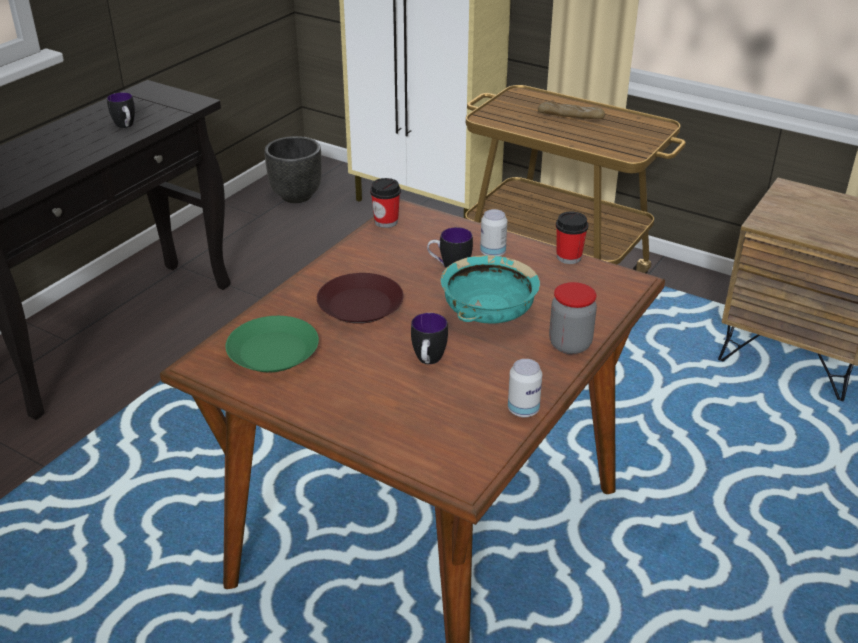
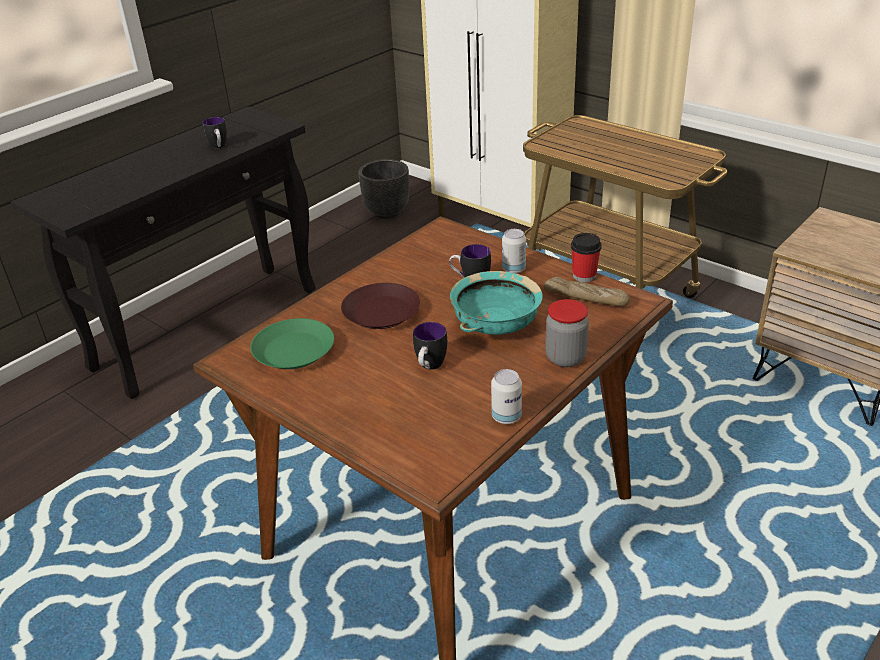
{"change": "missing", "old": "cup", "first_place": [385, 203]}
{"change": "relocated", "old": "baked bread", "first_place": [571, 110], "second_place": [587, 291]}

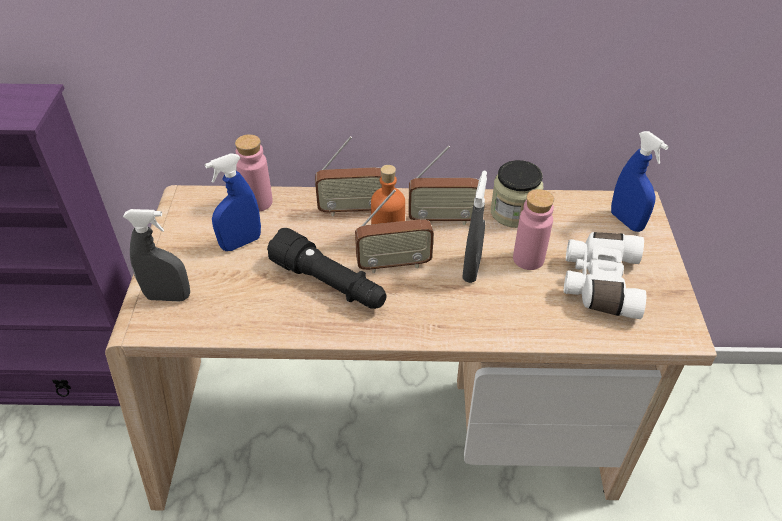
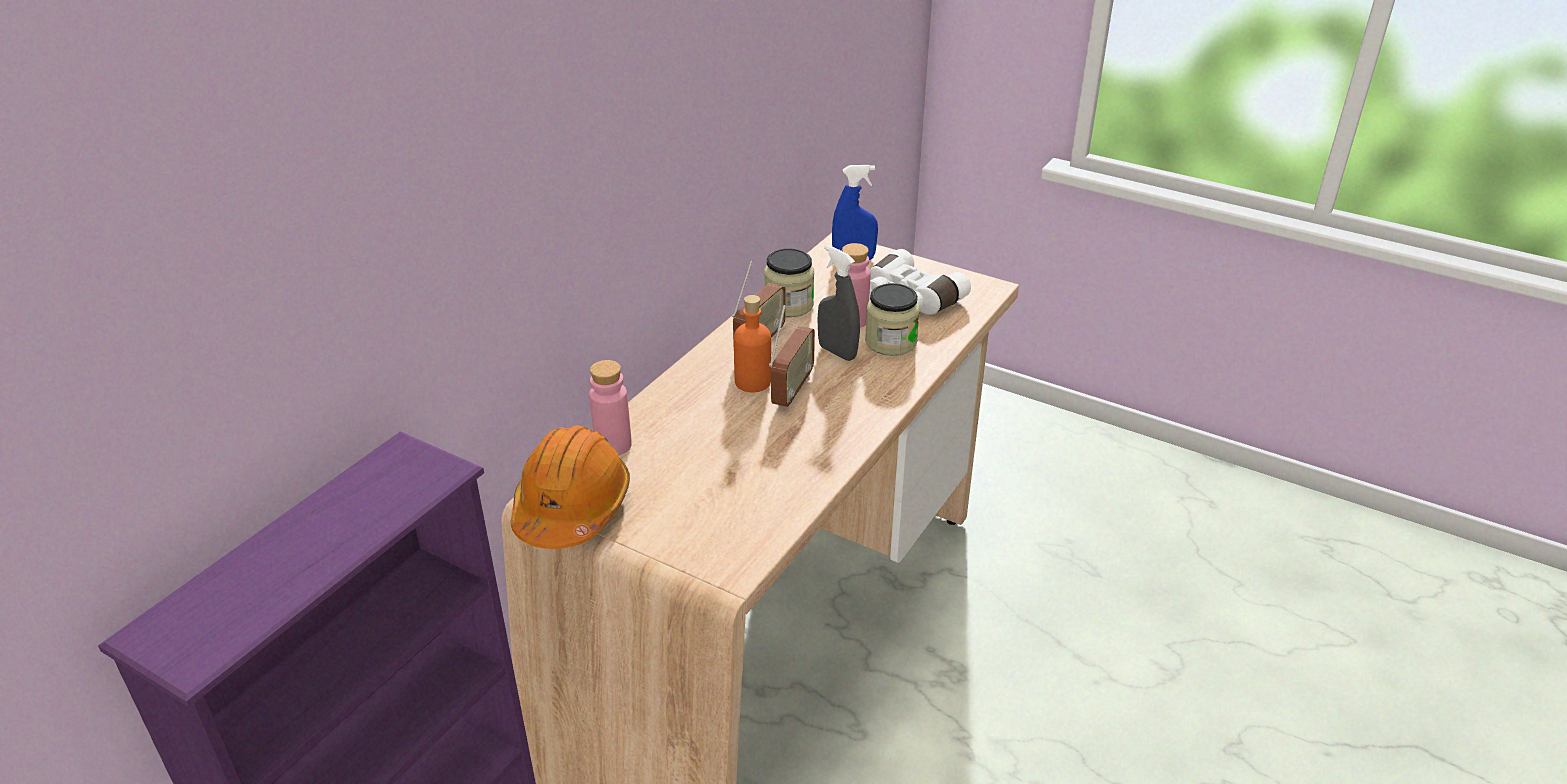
{"change": "missing", "old": "spray bottle/greyish", "first_place": [156, 255]}
{"change": "missing", "old": "spray bottle/blue", "first_place": [233, 202]}
{"change": "missing", "old": "hand torch/black-coloured", "first_place": [327, 268]}
{"change": "missing", "old": "radio set", "first_place": [348, 176]}
{"change": "appeared", "new": "safety helmet/orange-coloured", "second_place": [570, 487]}
{"change": "appeared", "new": "jar", "second_place": [892, 319]}

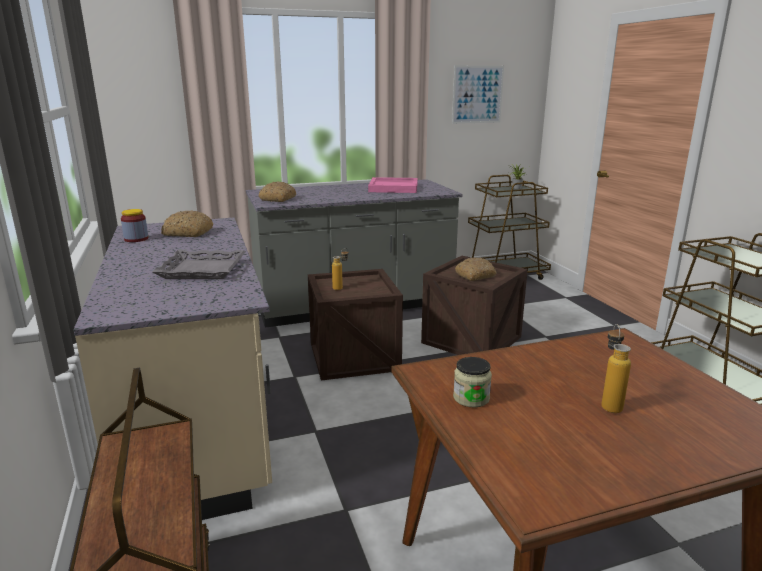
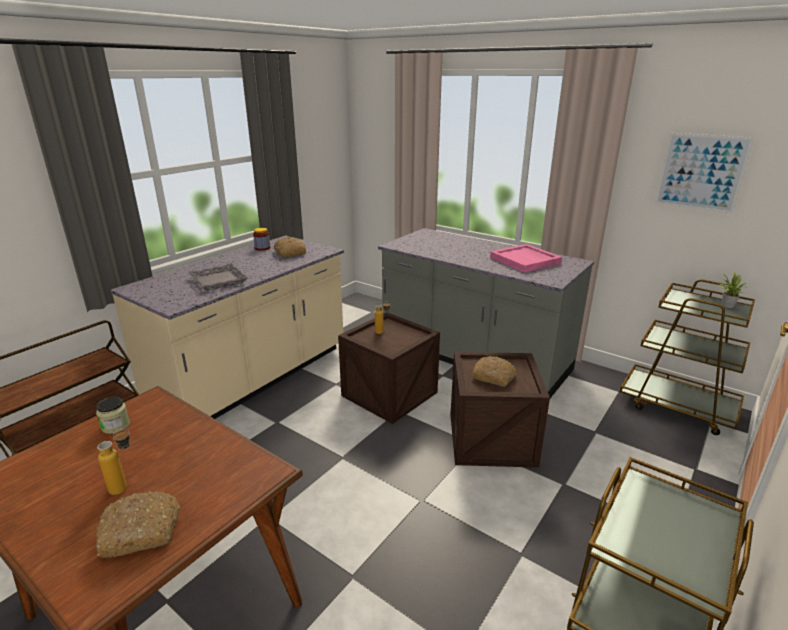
{"change": "relocated", "old": "baked bread", "first_place": [277, 191], "second_place": [138, 524]}

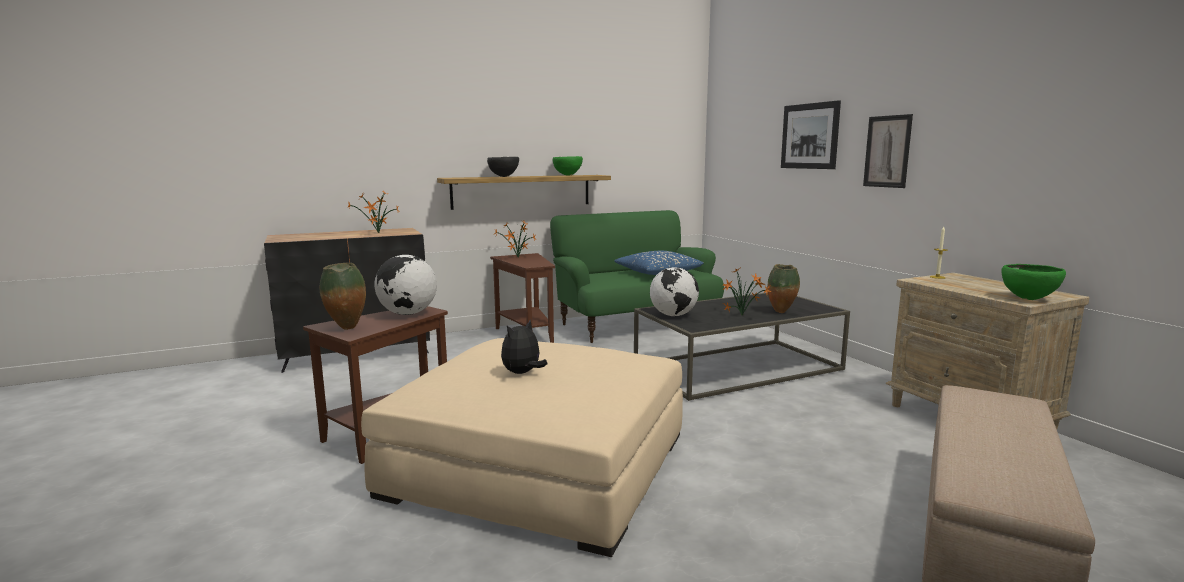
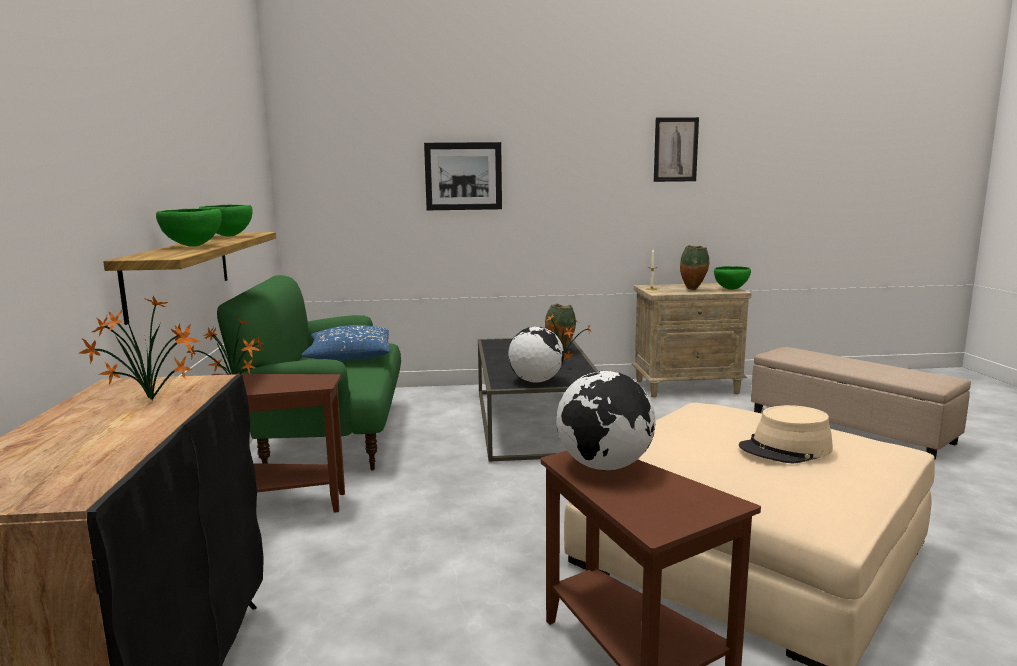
{"change": "relocated", "old": "vase", "first_place": [342, 296], "second_place": [694, 267]}
{"change": "colour", "old": "serving bowl/black-coloured", "new": "serving bowl/green-coloured", "first_place": [503, 167], "second_place": [189, 228]}
{"change": "exchanged", "old": "soft toy", "new": "clothing hat/sand-coloured", "first_place": [524, 347], "second_place": [786, 434]}
{"change": "relocated", "old": "picture", "first_place": [888, 151], "second_place": [676, 149]}

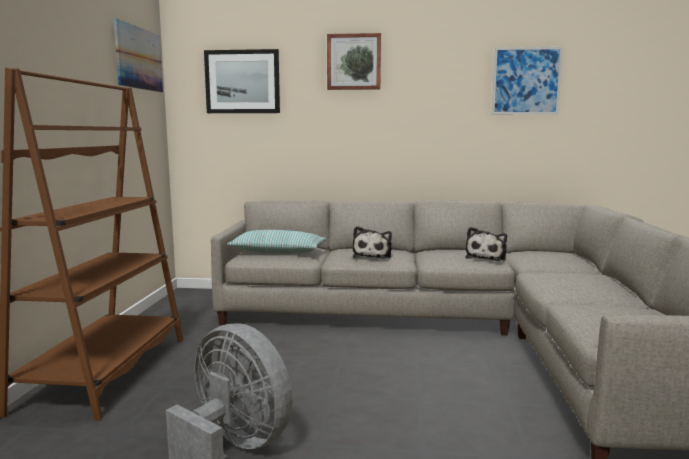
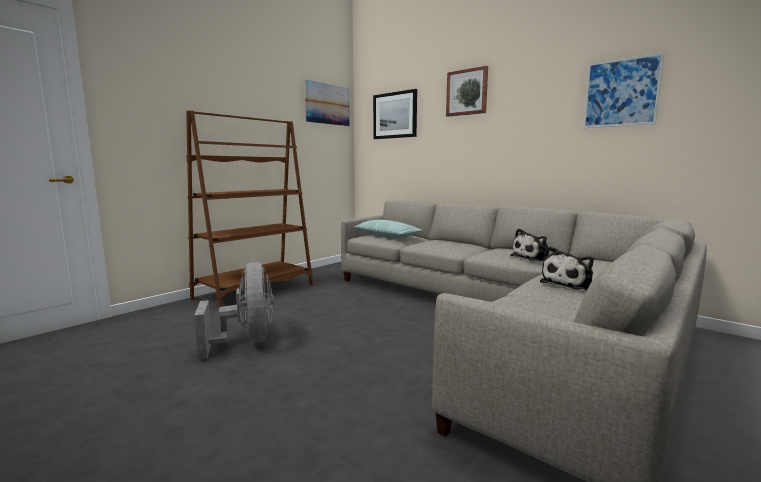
{"change": "relocated", "old": "soft toy", "first_place": [372, 242], "second_place": [567, 268]}

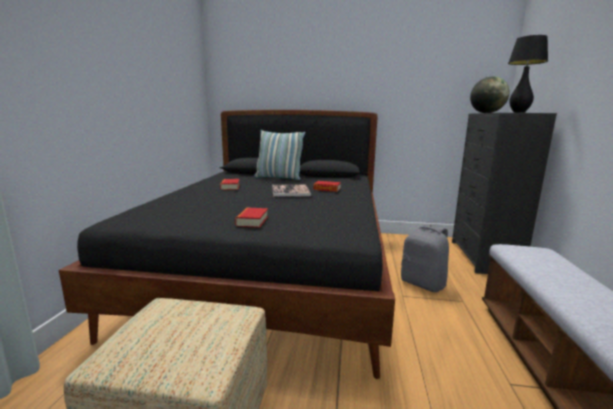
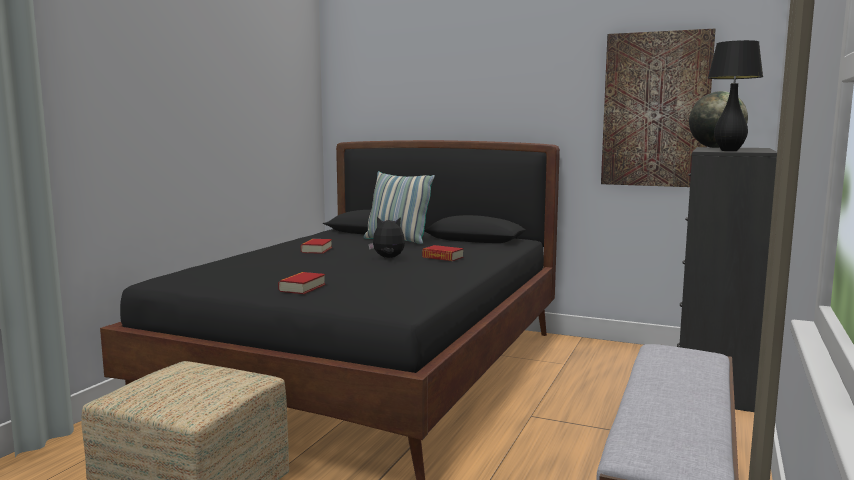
{"change": "exchanged", "old": "bound book", "new": "soft toy", "first_place": [292, 190], "second_place": [386, 237]}
{"change": "missing", "old": "rucksack/greyish", "first_place": [425, 258]}
{"change": "appeared", "new": "picture", "second_place": [658, 107]}

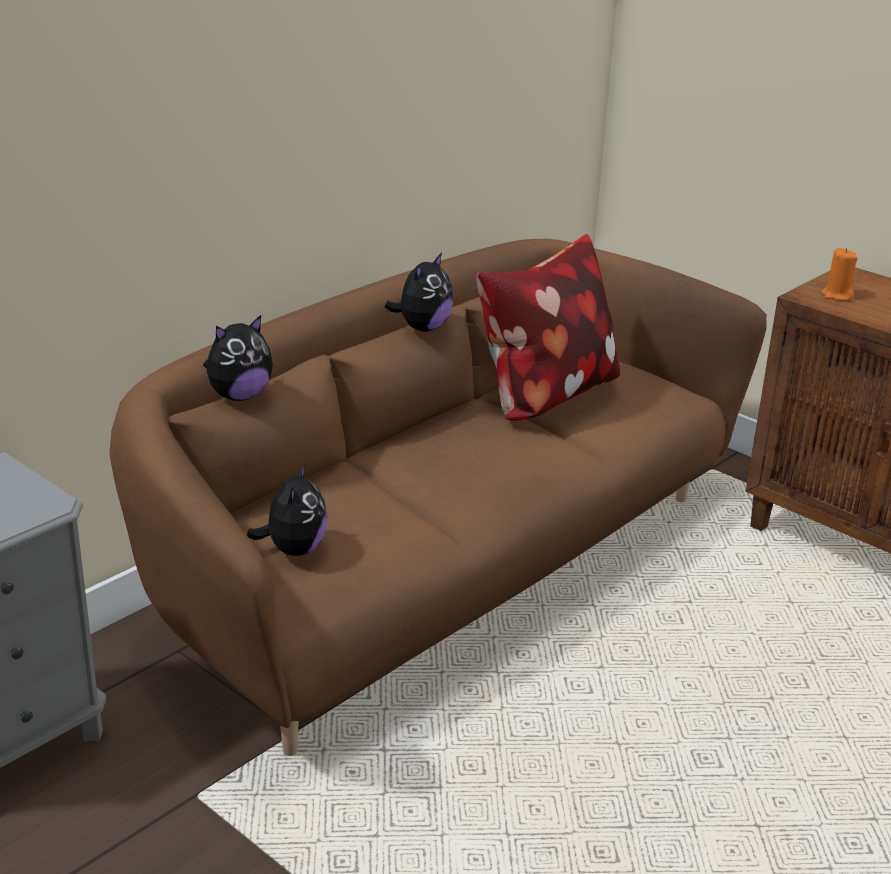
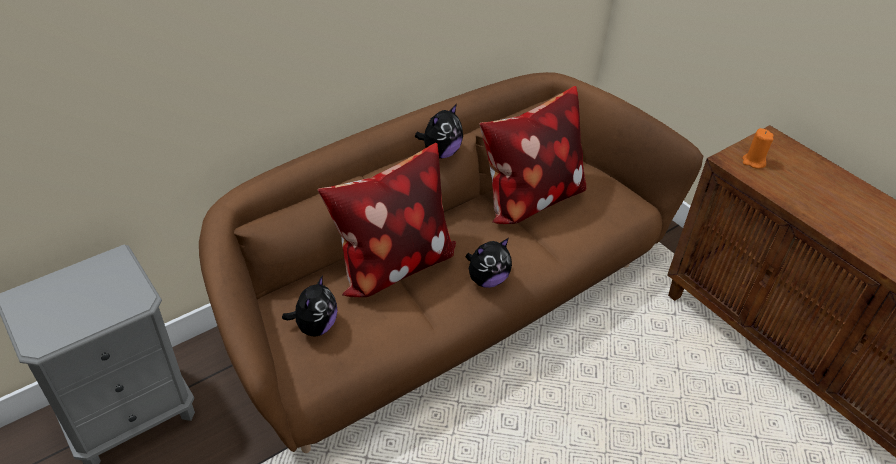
{"change": "relocated", "old": "soft toy", "first_place": [238, 358], "second_place": [489, 263]}
{"change": "appeared", "new": "cushion", "second_place": [387, 220]}

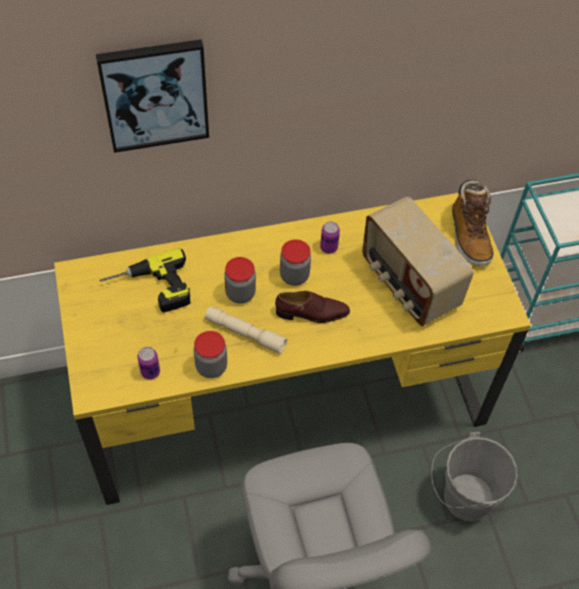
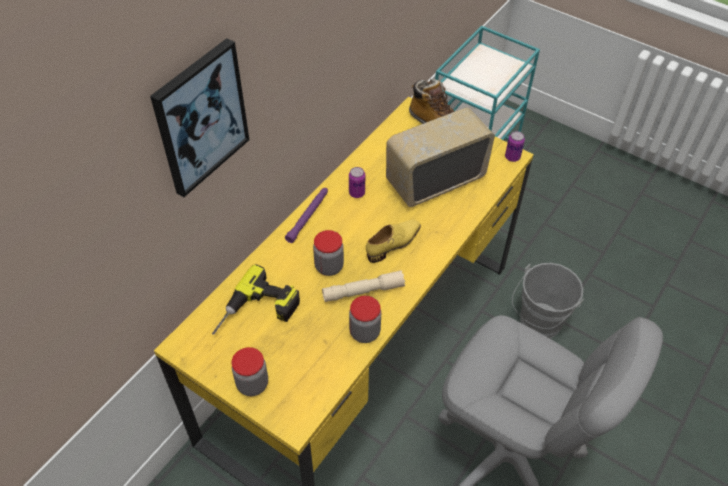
{"change": "relocated", "old": "sealed can", "first_place": [148, 363], "second_place": [515, 146]}
{"change": "colour", "old": "item of footwear/brownish", "new": "item of footwear/yellow", "first_place": [312, 307], "second_place": [393, 241]}
{"change": "relocated", "old": "jar", "first_place": [295, 262], "second_place": [250, 371]}
{"change": "spun", "old": "radio set", "first_place": [417, 261], "second_place": [440, 157], "degrees": 135}
{"change": "appeared", "new": "hand torch/purple", "second_place": [306, 215]}

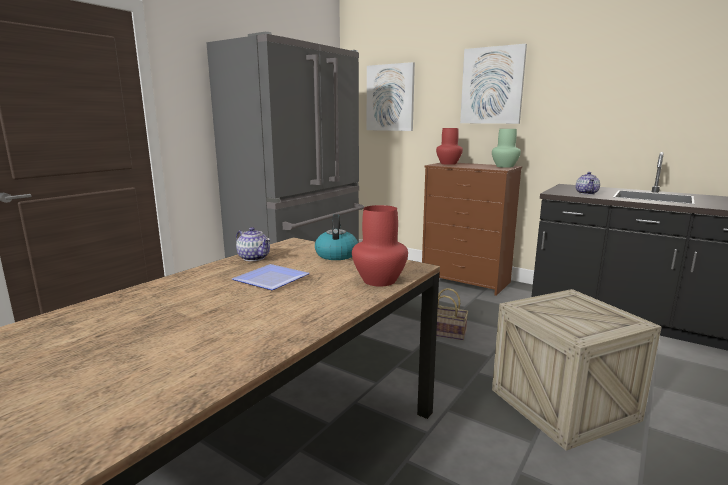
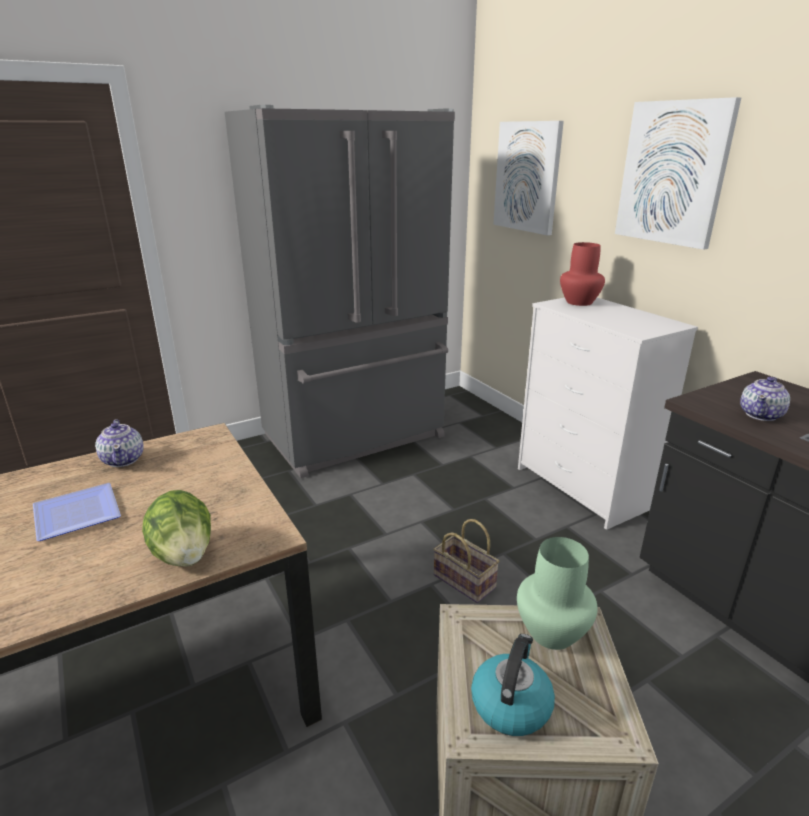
{"change": "relocated", "old": "kettle", "first_place": [336, 237], "second_place": [513, 685]}
{"change": "exchanged", "old": "vase/red-coloured", "new": "head of lettuce", "first_place": [380, 246], "second_place": [176, 528]}
{"change": "colour", "old": "chest of drawers/brownish", "new": "chest of drawers/white", "first_place": [472, 229], "second_place": [608, 414]}
{"change": "relocated", "old": "vase/green-coloured", "first_place": [506, 148], "second_place": [557, 593]}

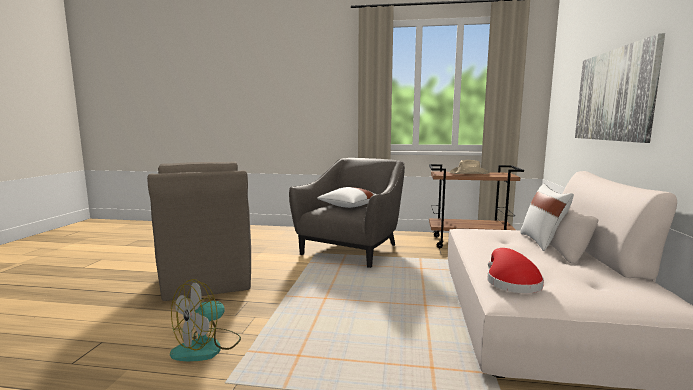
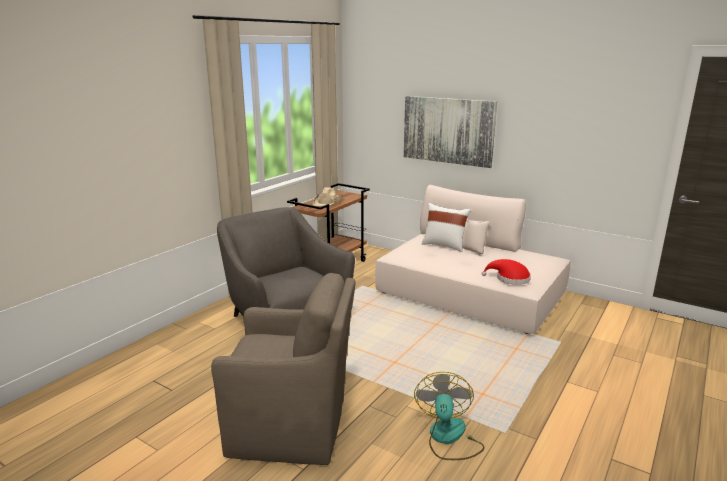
{"change": "spun", "old": "electric fan", "first_place": [205, 320], "second_place": [449, 416], "degrees": -150}
{"change": "missing", "old": "cushion/white", "first_place": [346, 197]}

